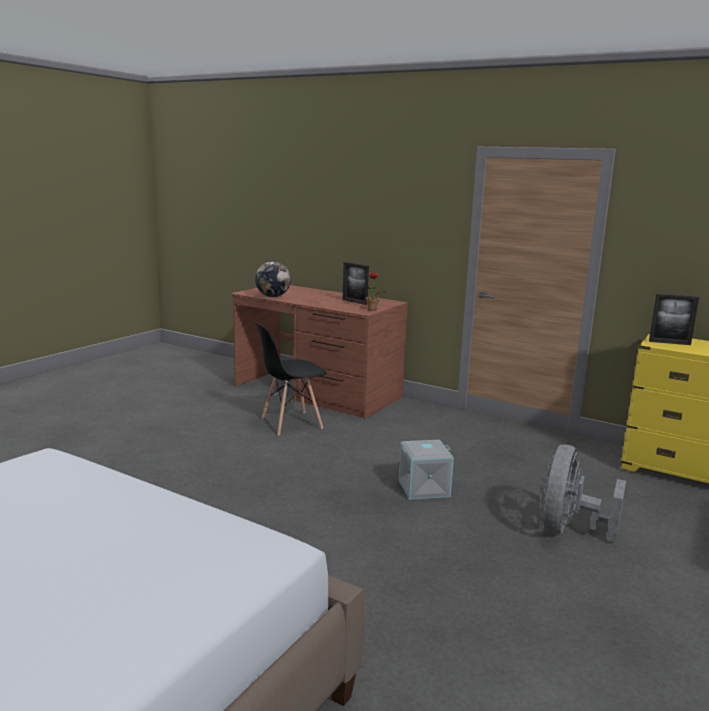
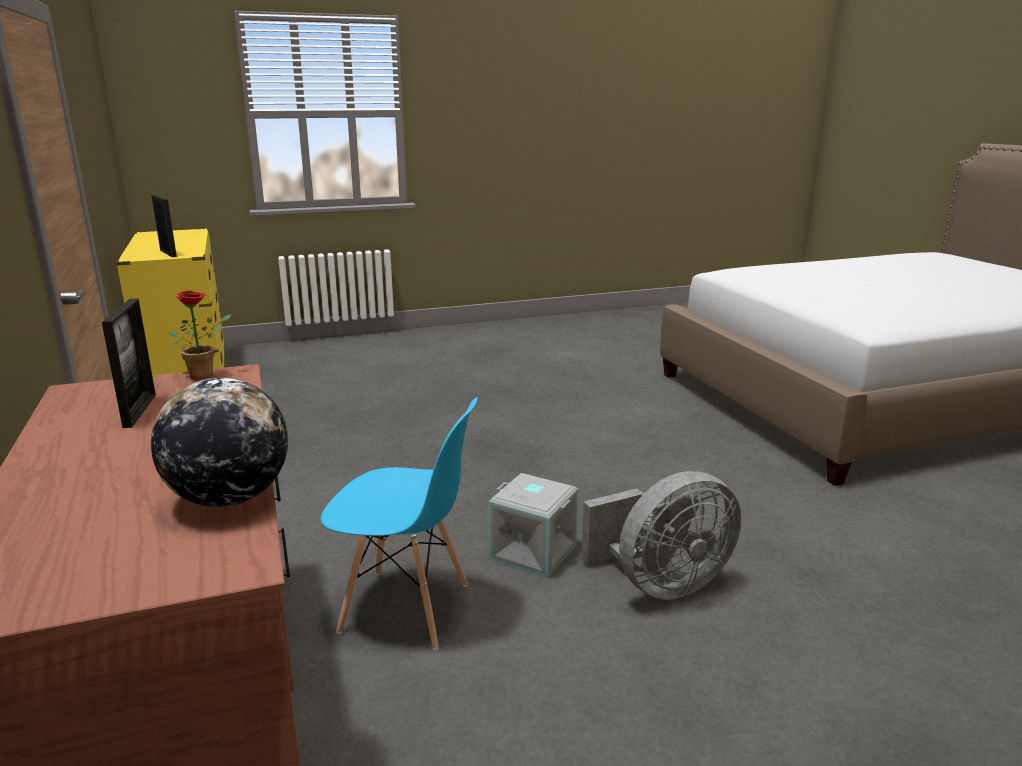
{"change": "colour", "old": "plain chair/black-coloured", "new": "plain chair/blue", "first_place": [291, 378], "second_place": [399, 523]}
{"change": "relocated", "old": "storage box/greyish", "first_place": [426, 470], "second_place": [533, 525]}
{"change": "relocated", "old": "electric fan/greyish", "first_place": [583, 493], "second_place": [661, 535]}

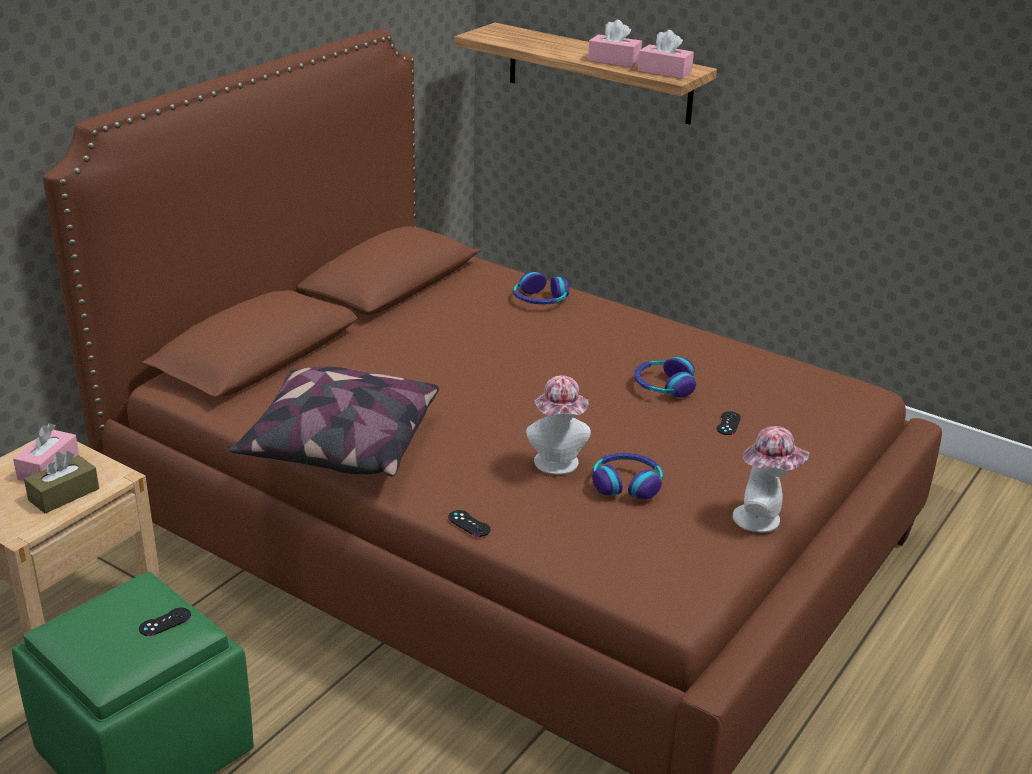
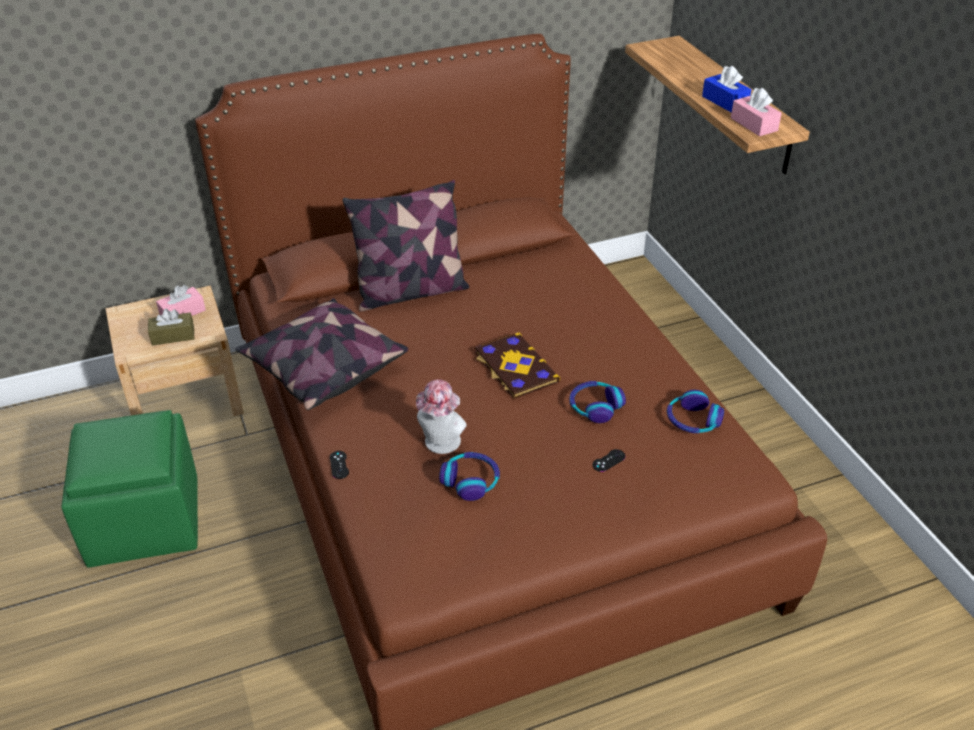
{"change": "missing", "old": "gamepad/black-coloured", "first_place": [165, 622]}
{"change": "relocated", "old": "headphones", "first_place": [541, 288], "second_place": [695, 411]}
{"change": "colour", "old": "tissue box/pink", "new": "tissue box/blue", "first_place": [615, 43], "second_place": [726, 89]}
{"change": "missing", "old": "clothing hat", "first_place": [771, 479]}
{"change": "appeared", "new": "cushion", "second_place": [405, 246]}
{"change": "appeared", "new": "bound book", "second_place": [517, 365]}

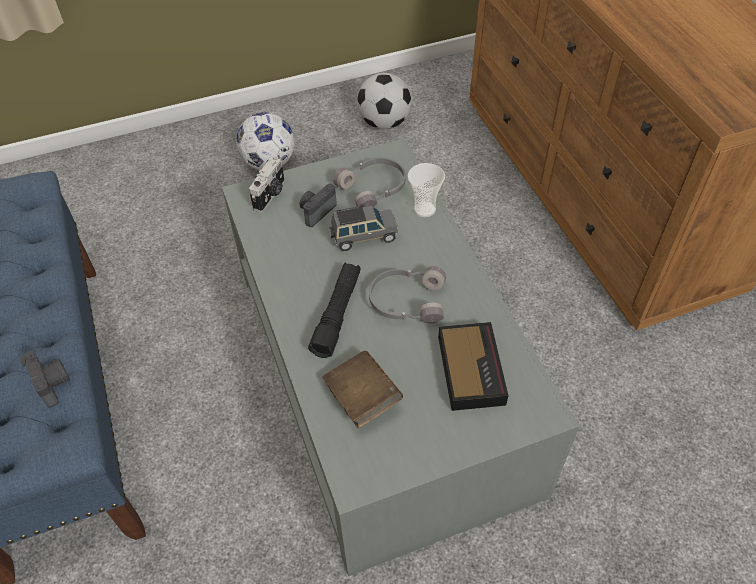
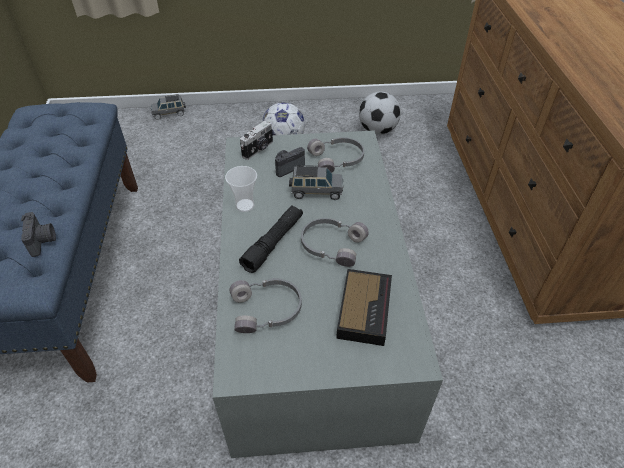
{"change": "exchanged", "old": "bound book/brownish", "new": "headphones/greyish", "first_place": [362, 389], "second_place": [265, 305]}
{"change": "relocated", "old": "cup", "first_place": [426, 190], "second_place": [241, 189]}
{"change": "appeared", "new": "model car/greyish", "second_place": [168, 107]}

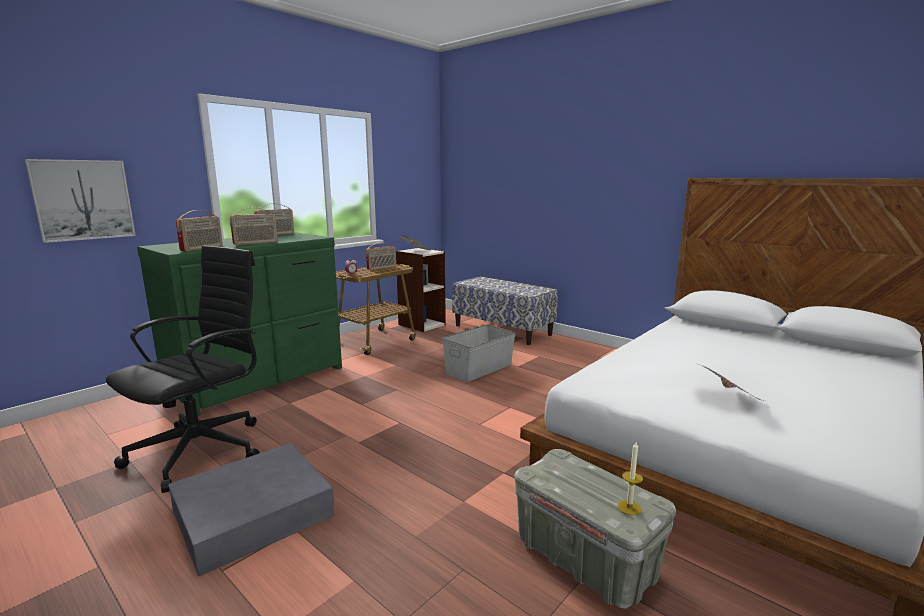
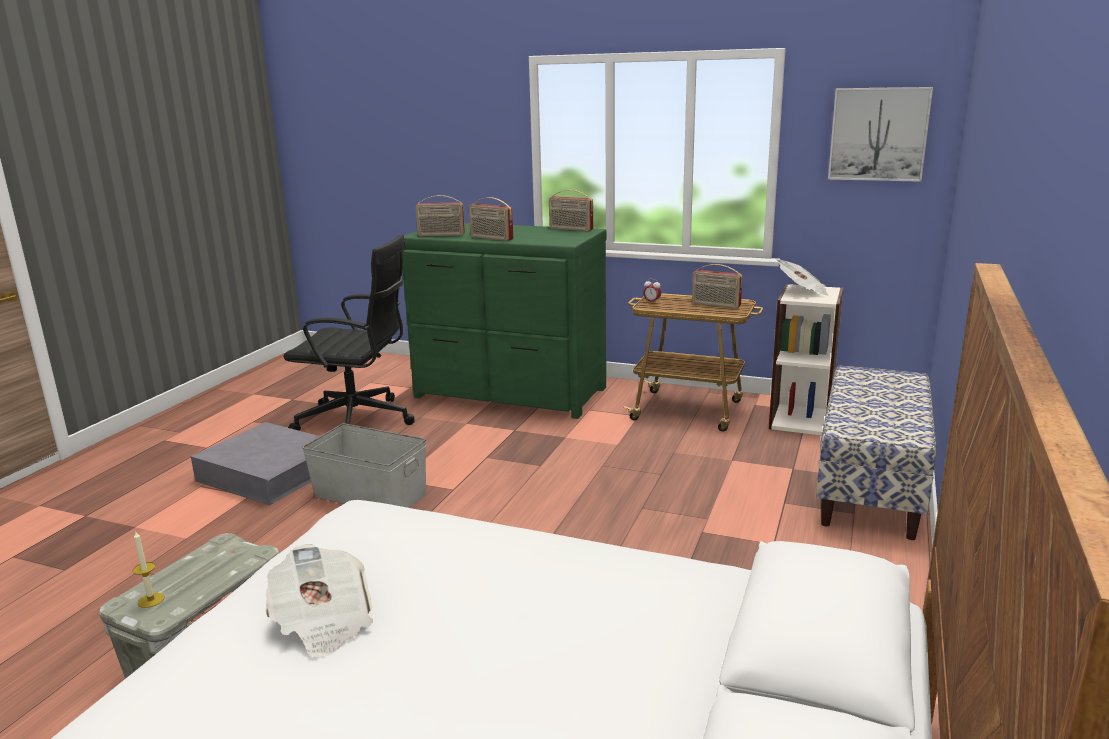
{"change": "relocated", "old": "picture", "first_place": [80, 201], "second_place": [880, 134]}
{"change": "relocated", "old": "storage box/greyish", "first_place": [479, 353], "second_place": [364, 466]}

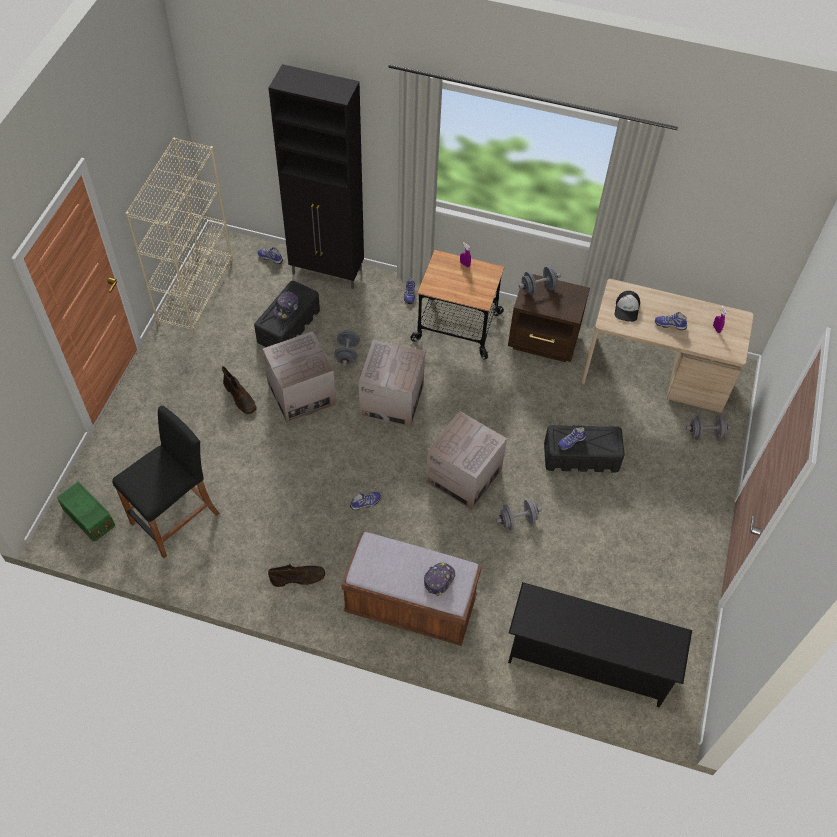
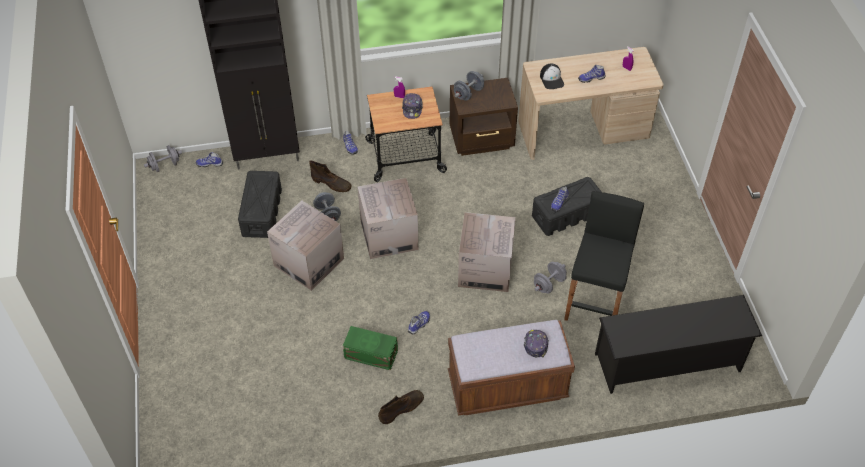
{"change": "relocated", "old": "storage box/green-coloured", "first_place": [86, 512], "second_place": [370, 348]}
{"change": "relocated", "old": "stool seat/black-coloured", "first_place": [166, 482], "second_place": [604, 256]}
{"change": "missing", "old": "bookcase/sand-coloured", "first_place": [179, 236]}
{"change": "relocated", "old": "boot/brownish", "first_place": [239, 390], "second_place": [330, 176]}
{"change": "relocated", "old": "cap", "first_place": [286, 305], "second_place": [412, 106]}
{"change": "relocated", "old": "free weight/greyish", "first_place": [708, 427], "second_place": [163, 158]}

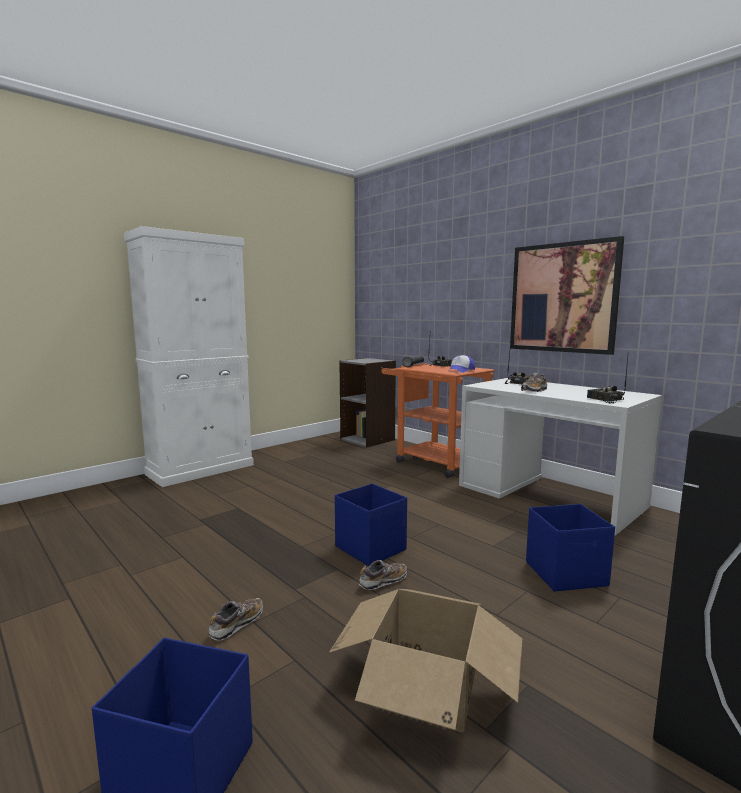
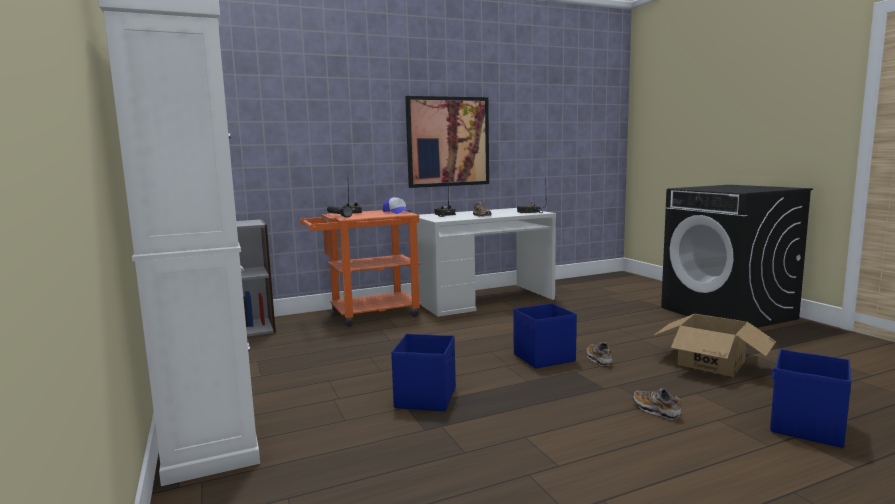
{"change": "relocated", "old": "storage box/blue", "first_place": [570, 548], "second_place": [423, 372]}

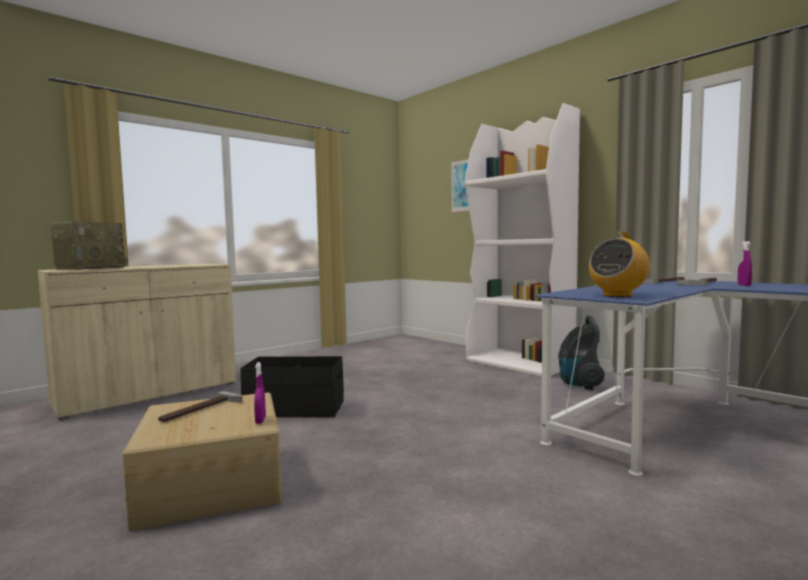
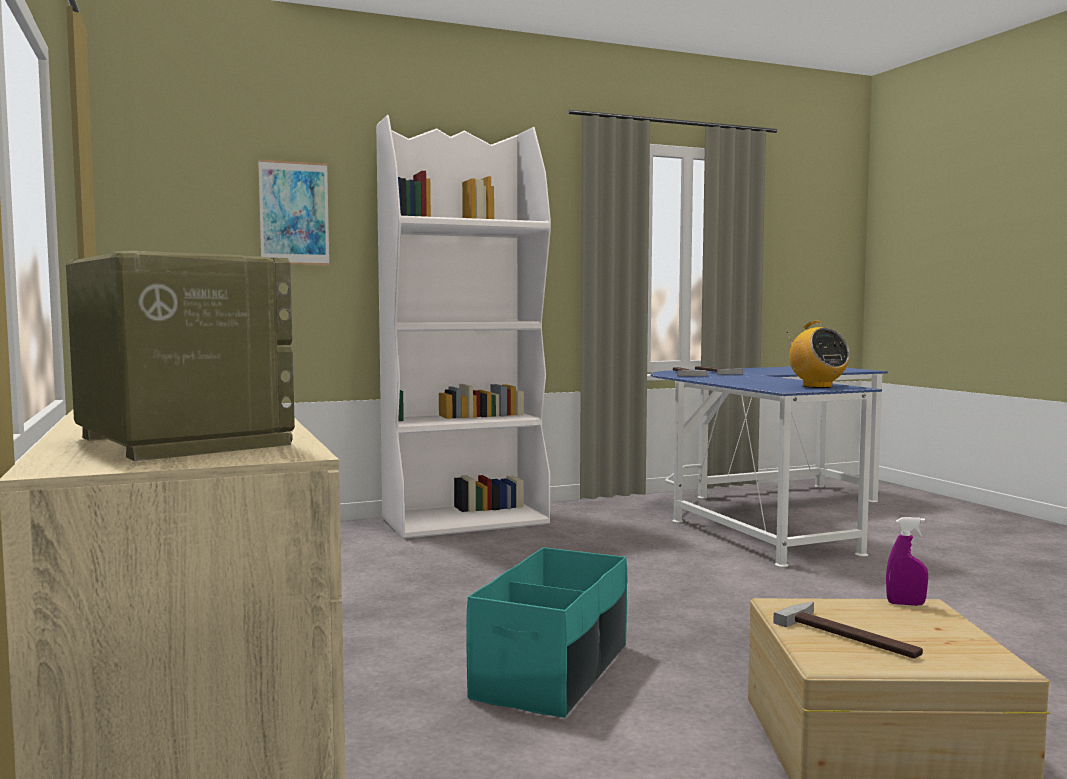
{"change": "colour", "old": "storage box/black-coloured", "new": "storage box/turquoise", "first_place": [292, 386], "second_place": [547, 632]}
{"change": "missing", "old": "vacuum", "first_place": [581, 352]}
{"change": "missing", "old": "spray bottle/purple", "first_place": [745, 263]}

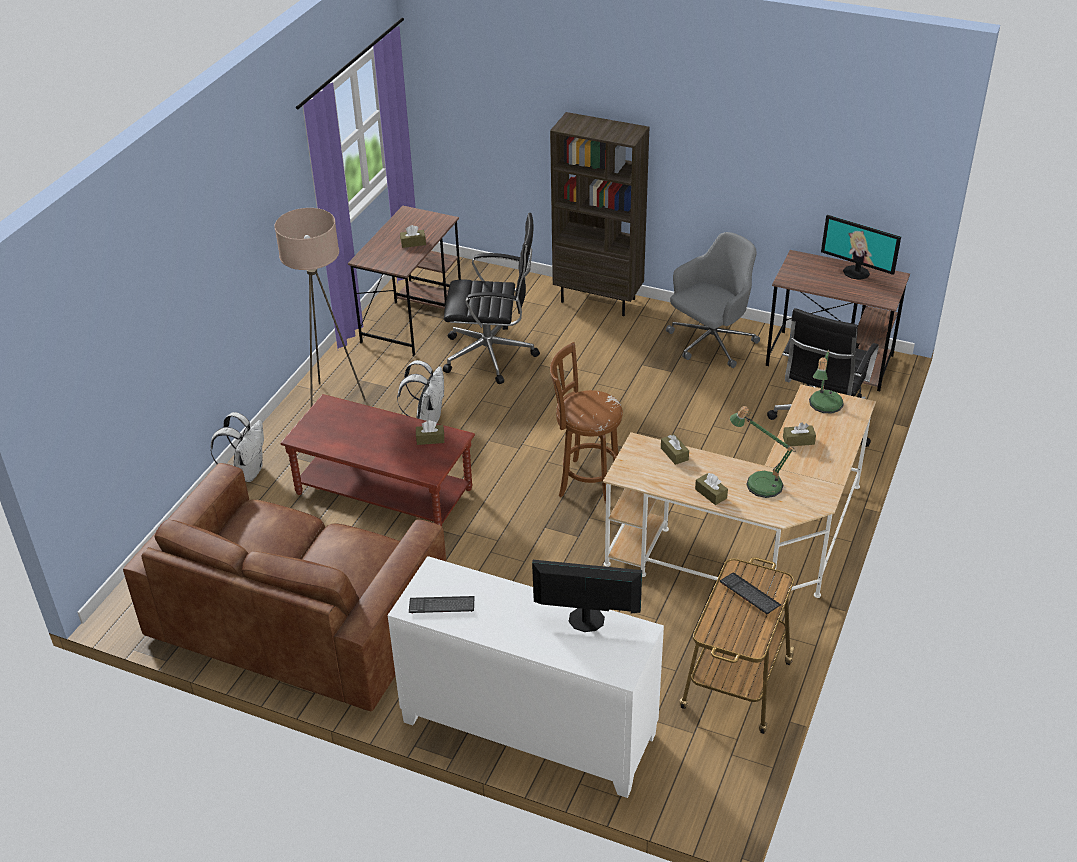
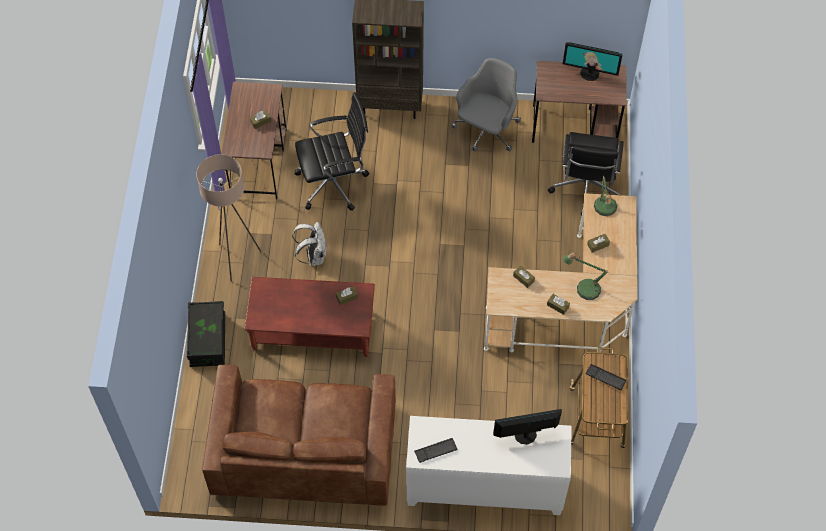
{"change": "exchanged", "old": "rucksack/white", "new": "storage box/black-coloured", "first_place": [237, 447], "second_place": [206, 334]}
{"change": "missing", "old": "stool seat/brownish", "first_place": [586, 423]}

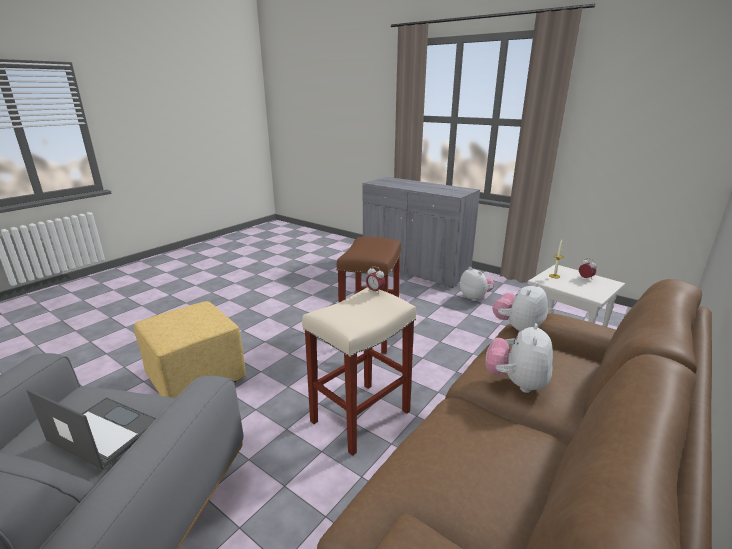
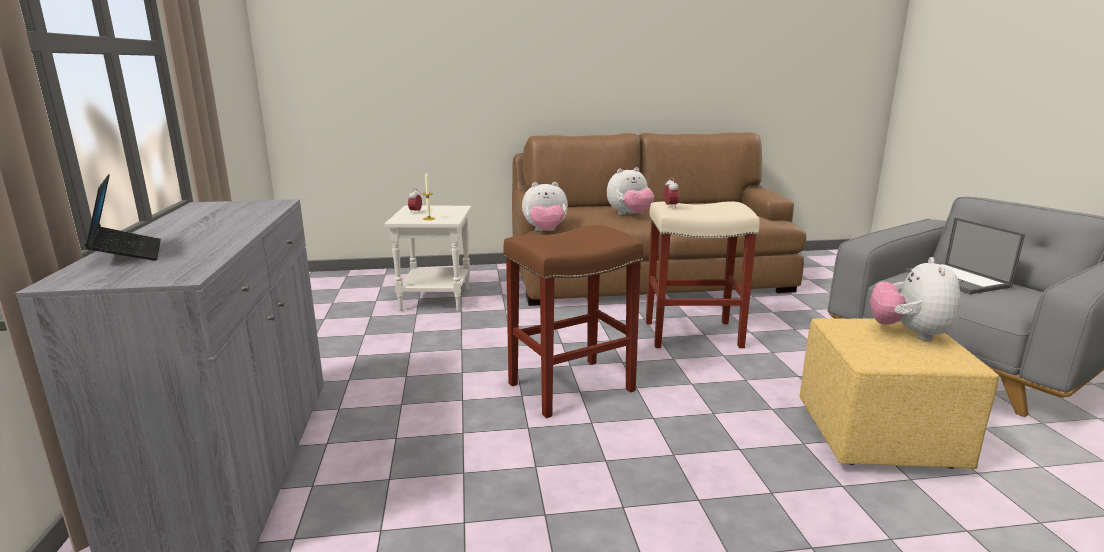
{"change": "relocated", "old": "soft toy", "first_place": [477, 284], "second_place": [915, 299]}
{"change": "appeared", "new": "notebook computer", "second_place": [122, 217]}

